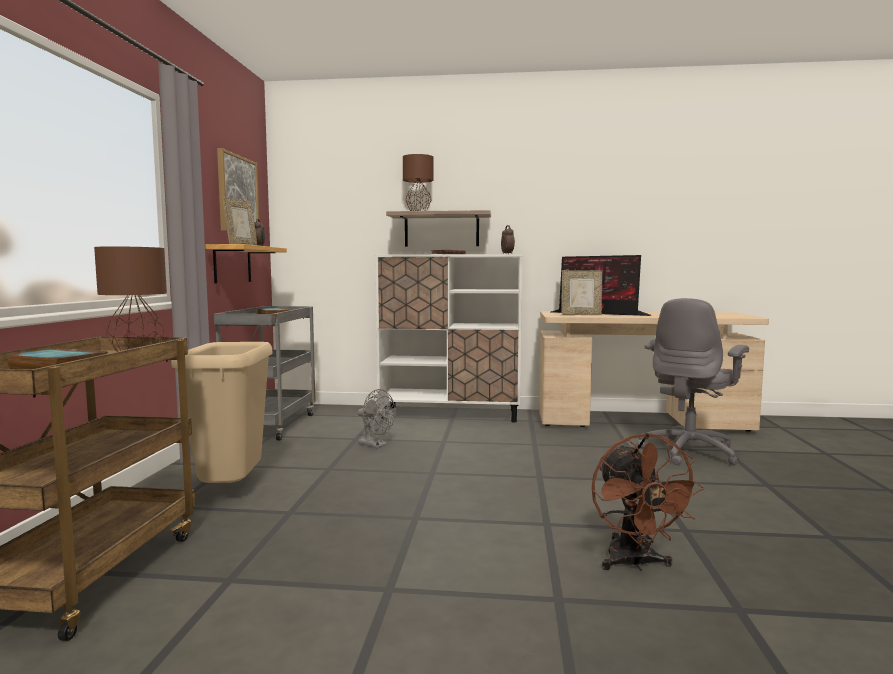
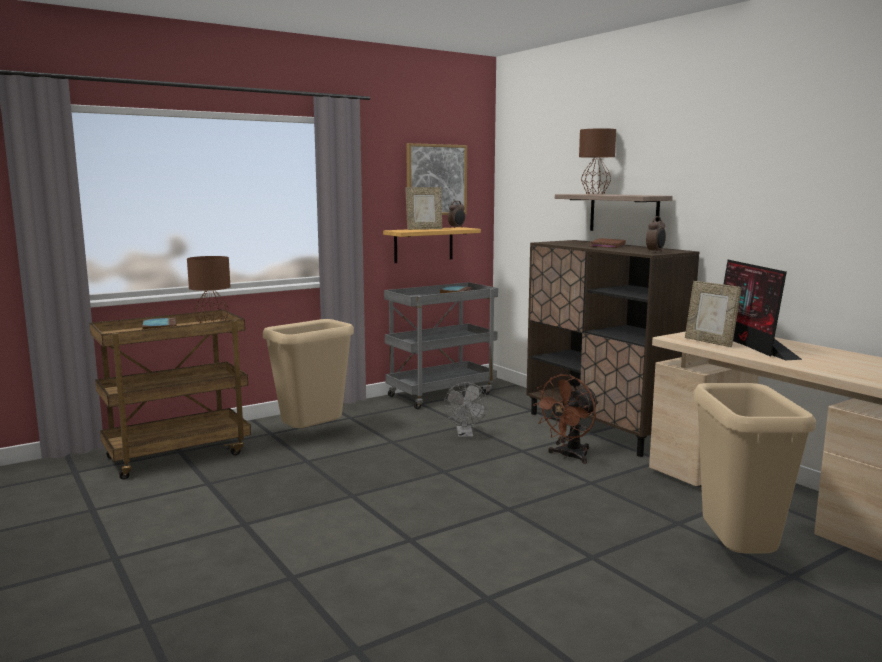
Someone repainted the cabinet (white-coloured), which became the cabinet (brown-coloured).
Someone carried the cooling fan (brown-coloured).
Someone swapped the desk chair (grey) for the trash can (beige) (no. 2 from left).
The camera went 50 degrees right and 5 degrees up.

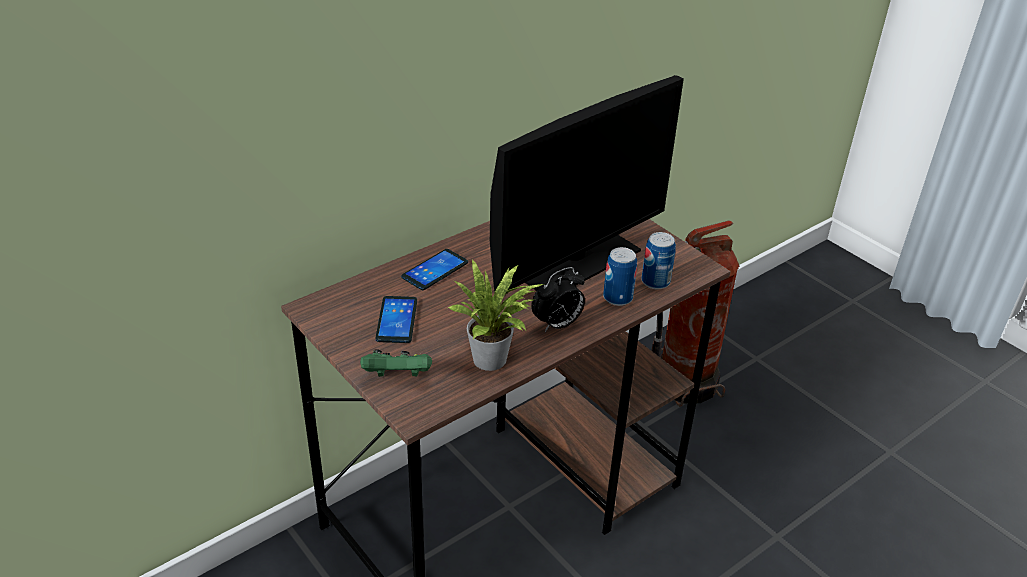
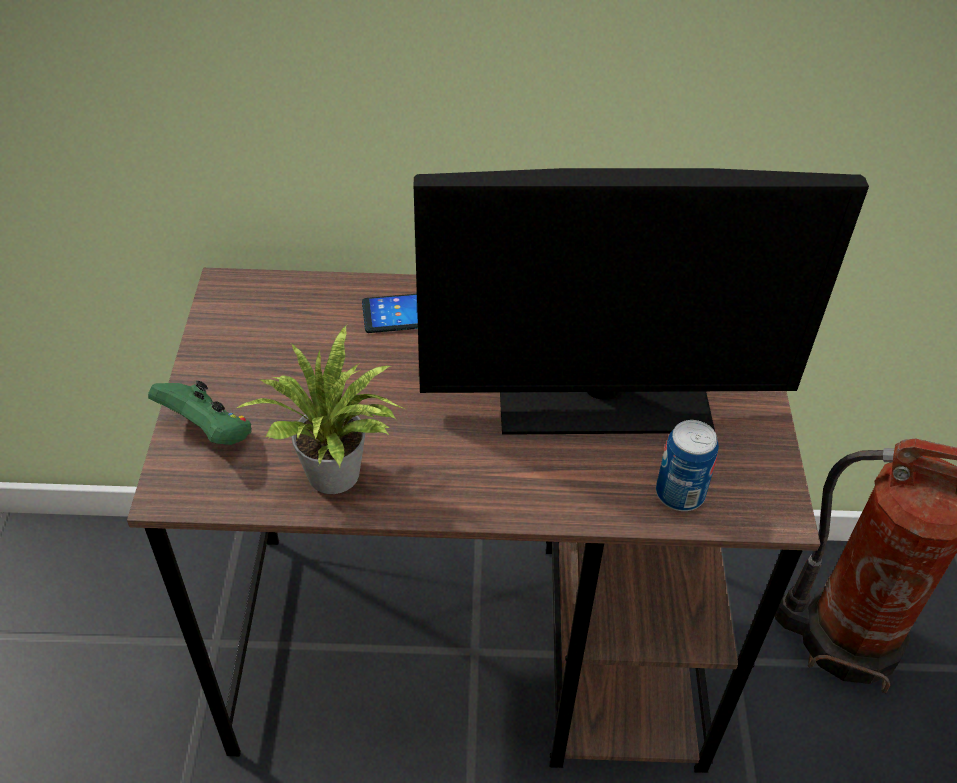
Someone took away the handset (no. 1 from left).
Someone took away the alarm clock.
Someone took away the sealed can (no. 1 from left).
The camera went 40 degrees right and 10 degrees up.

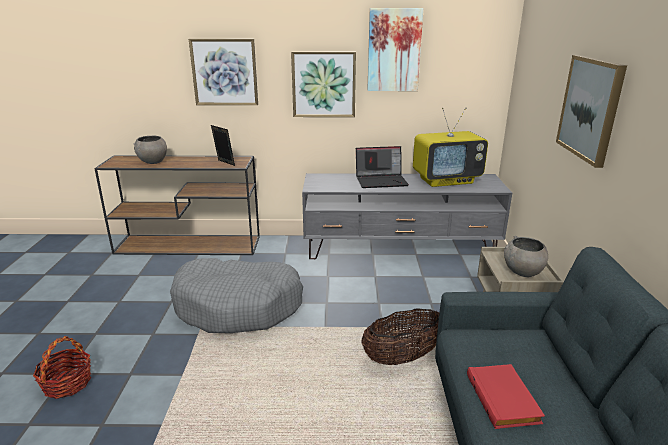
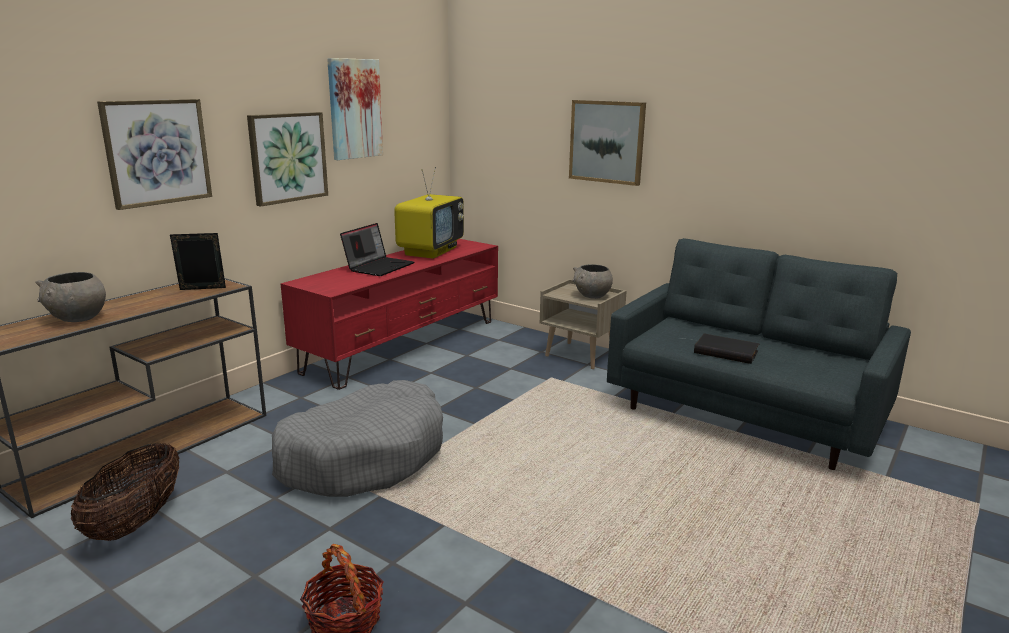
Someone repainted the tv unit (grey), which became the tv unit (reddish).
Someone carried the basket (no. 2 from left in the first image).
Someone repainted the volume (reddish), which became the volume (black-coloured).
The camera went 55 degrees left and 5 degrees down.

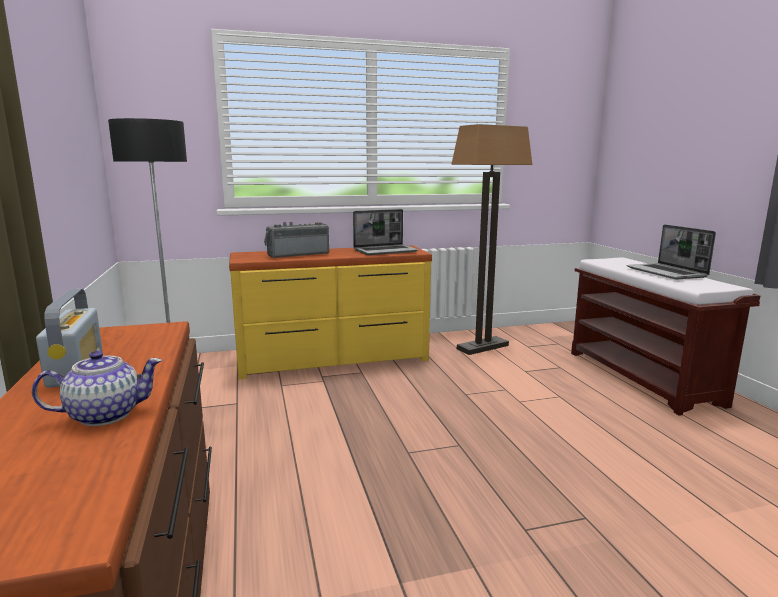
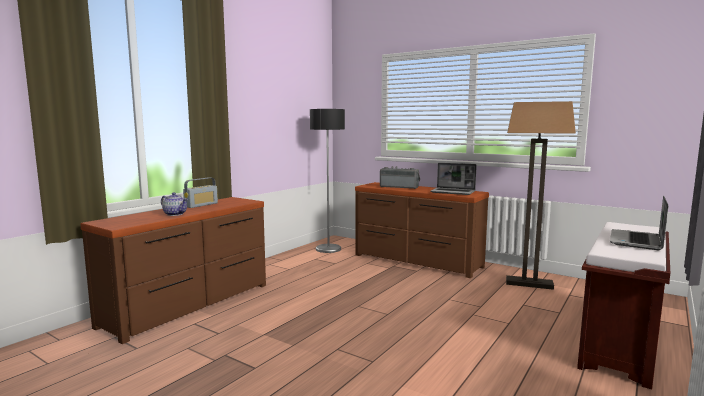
Someone repainted the drawer chest (yellowish), which became the drawer chest (brown-coloured) (no. 2 from left).
The camera went 50 degrees right and 5 degrees down.

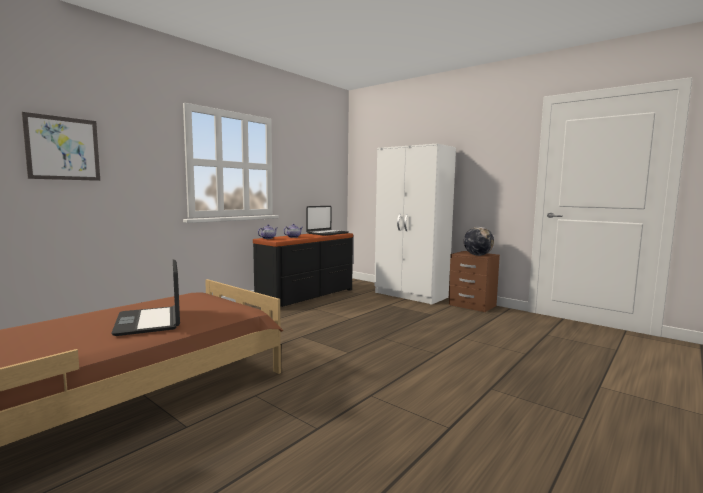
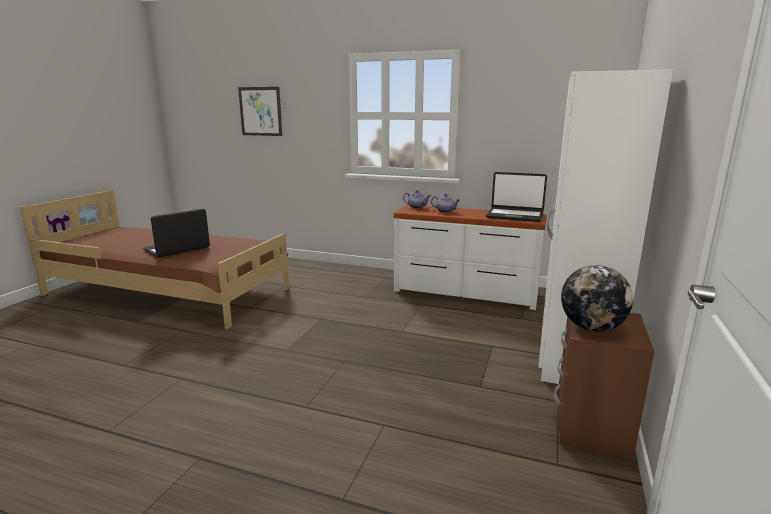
Someone repainted the drawer chest (black-coloured), which became the drawer chest (white-coloured).
The camera went 70 degrees right and 10 degrees up.

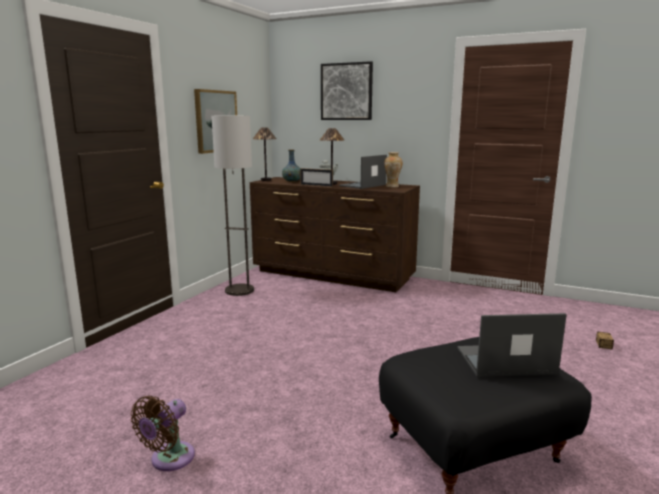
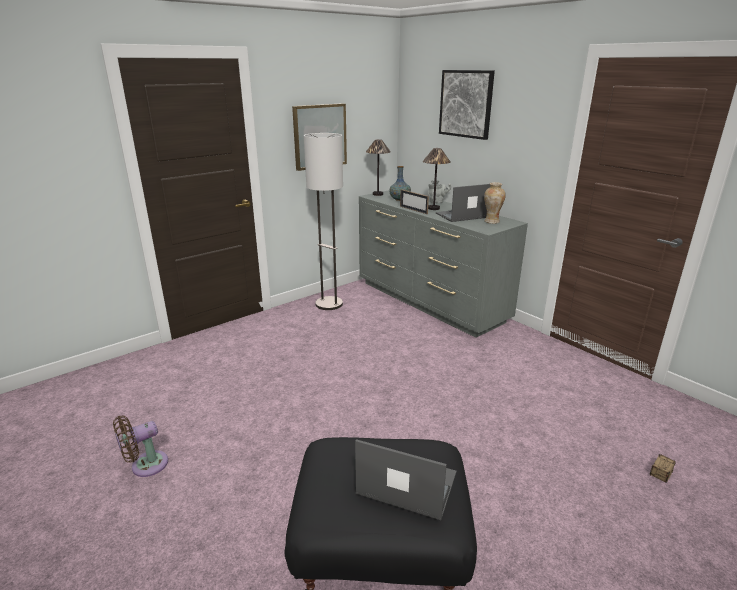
Someone repainted the drawer chest (brown-coloured), which became the drawer chest (grey).
The camera went 25 degrees right and 10 degrees up.

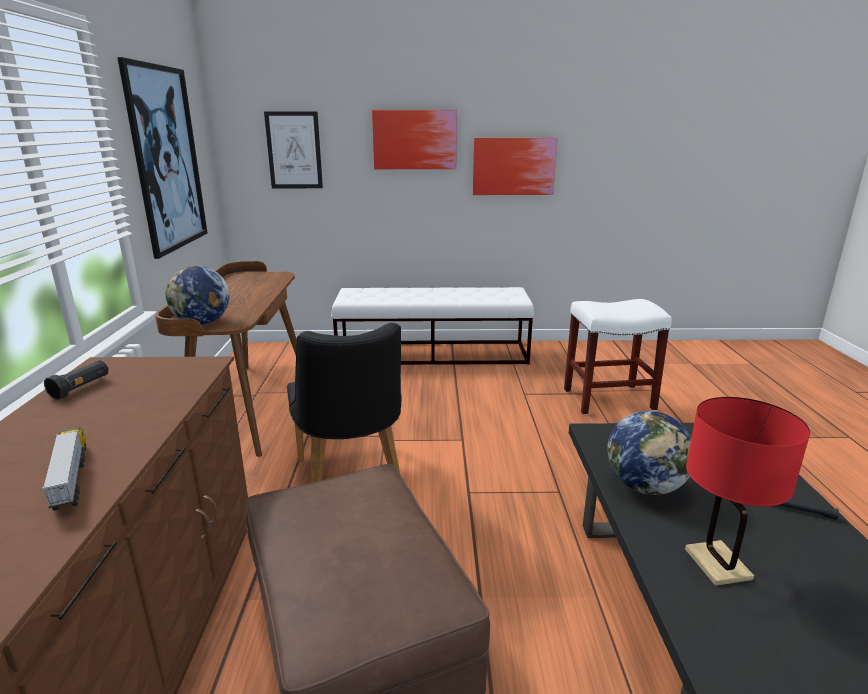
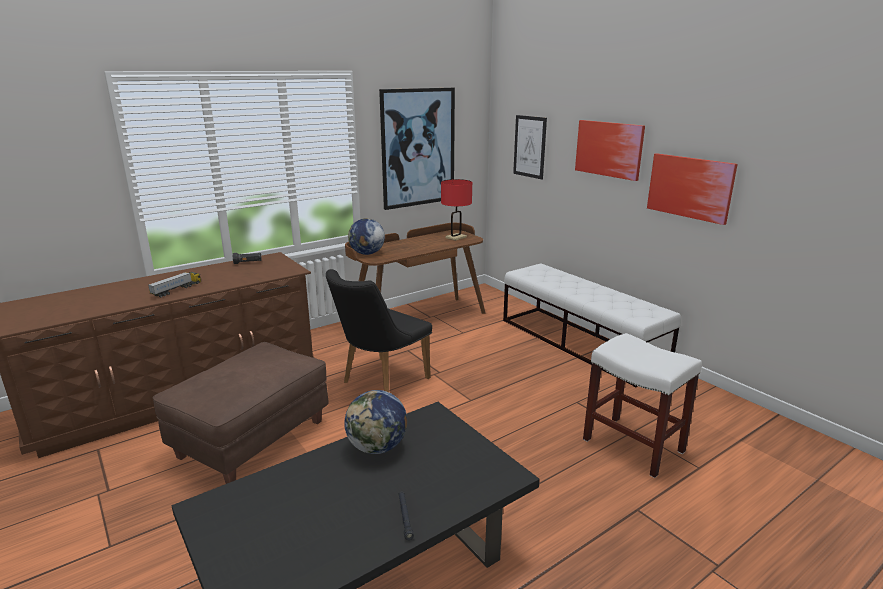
Someone carried the table lamp (reddish).
The camera went 55 degrees right and 0 degrees up.

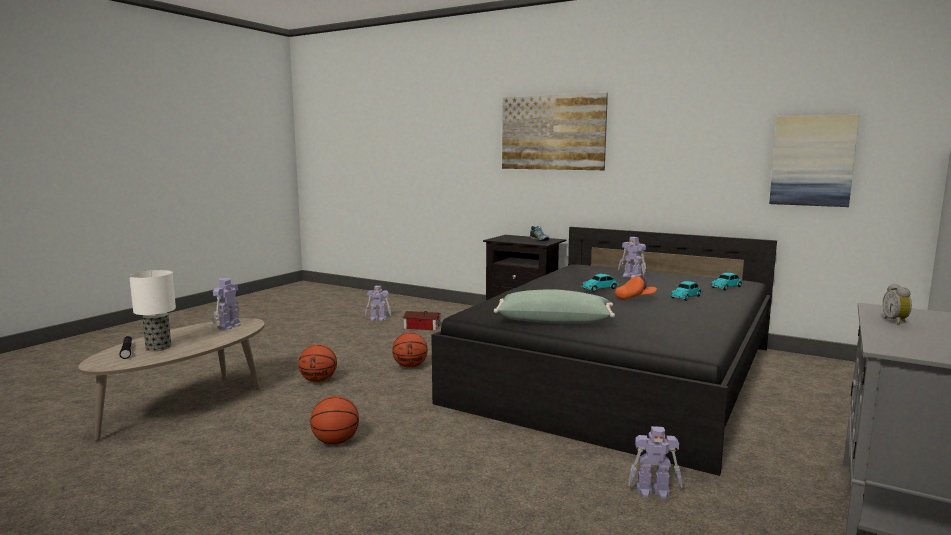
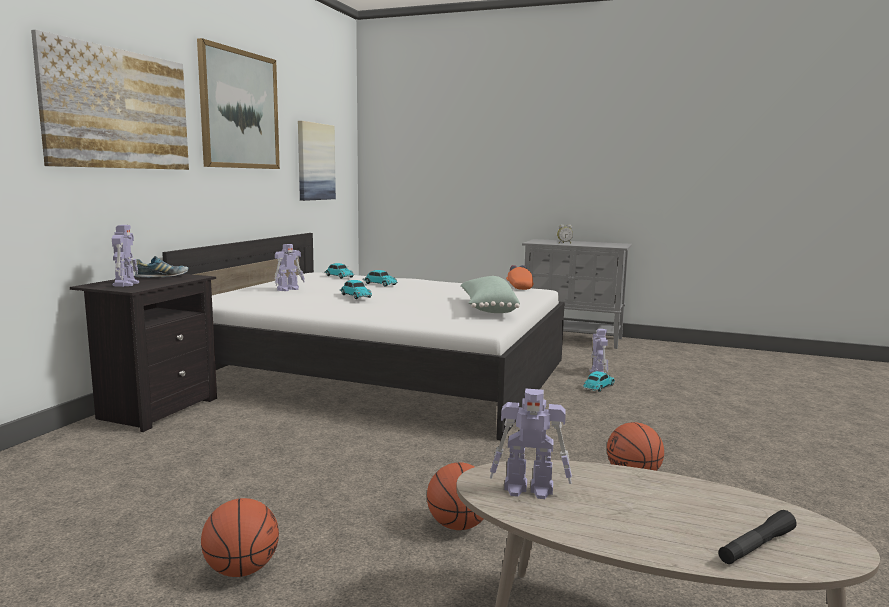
Someone took away the table lamp.
Someone carried the model robot (no. 2 from left in the first image).
Someone carried the basketball (no. 3 from left in the first image).
Someone took away the miniature house.
Someone repainted the sleeping bed (black-coloured), which became the sleeping bed (white-coloured).
Someone carried the cap (orange-coloured).
Someone put up the wall picture (no. 2 from left).
Someone put down the miniature car (no. 4 from left).
The camera went 100 degrees left and 0 degrees up.

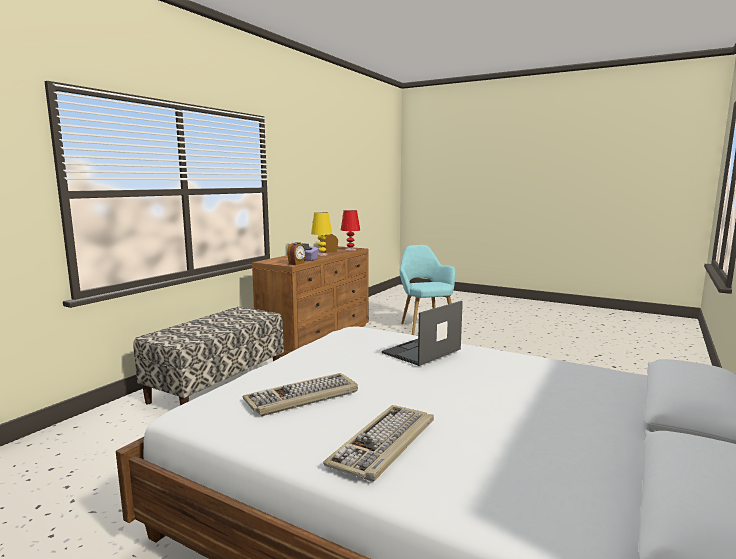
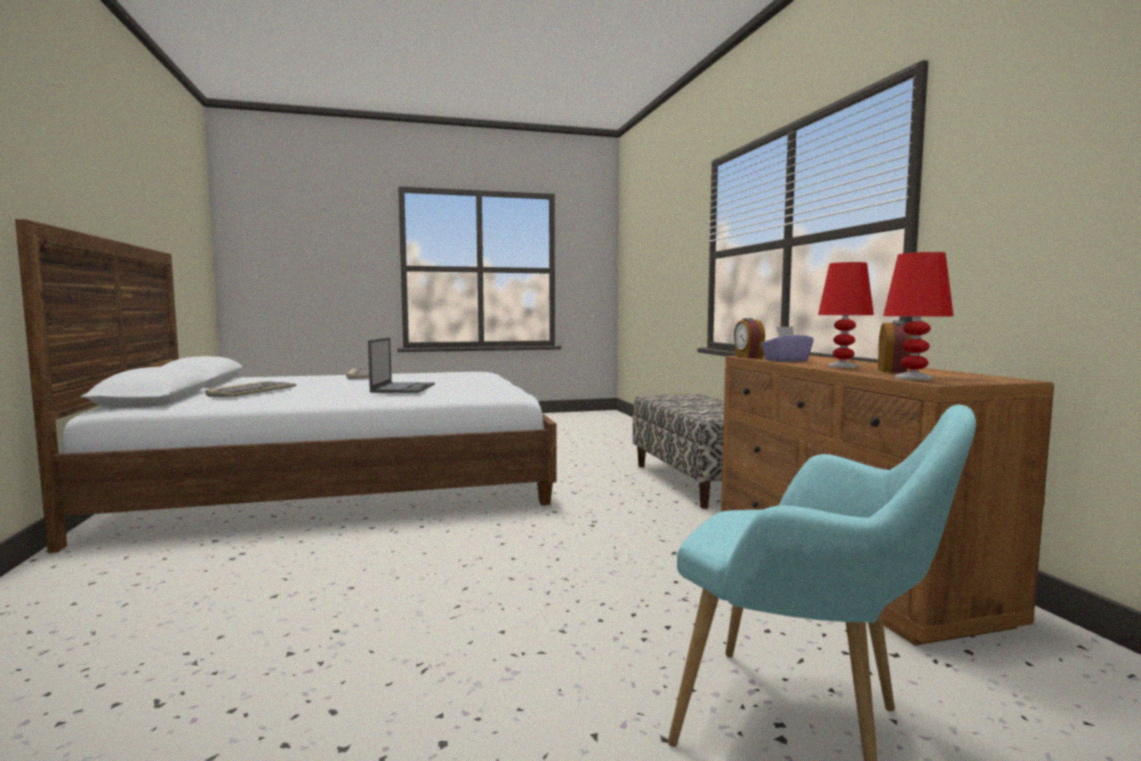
Someone carried the PC keyboard (no. 1 from left).
Someone repainted the table lamp (yellowish), which became the table lamp (reddish) (no. 1 from left).
The camera went 135 degrees right and 5 degrees down.

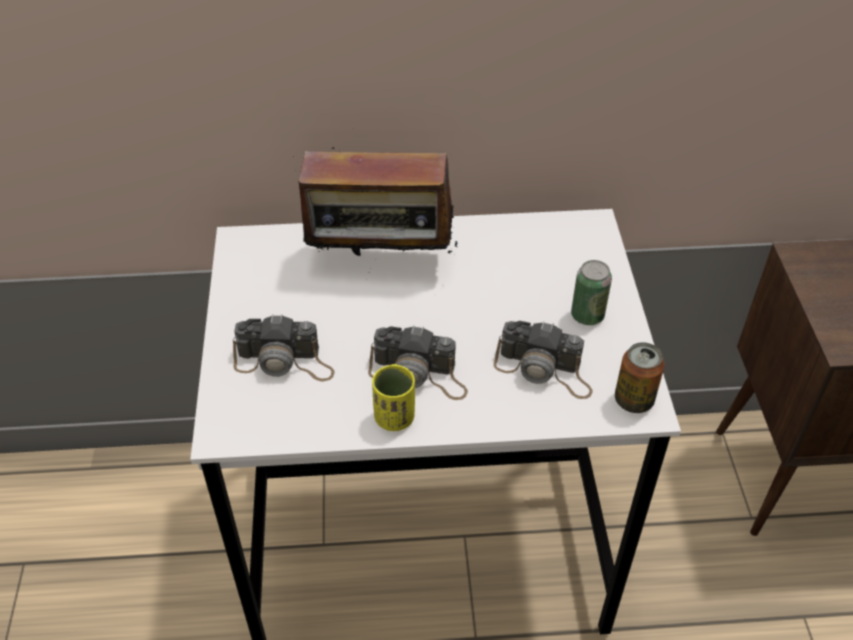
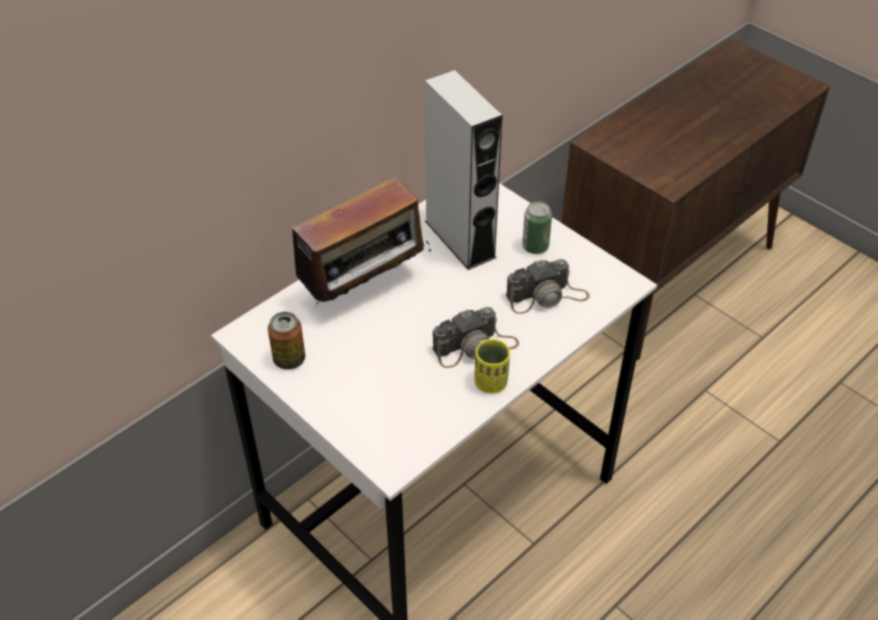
Someone took away the photo camera (no. 1 from left).
Someone carried the sealed can (no. 2 from left in the first image).
Someone put down the audio speaker (grey).
The camera went 40 degrees left and 0 degrees up.

